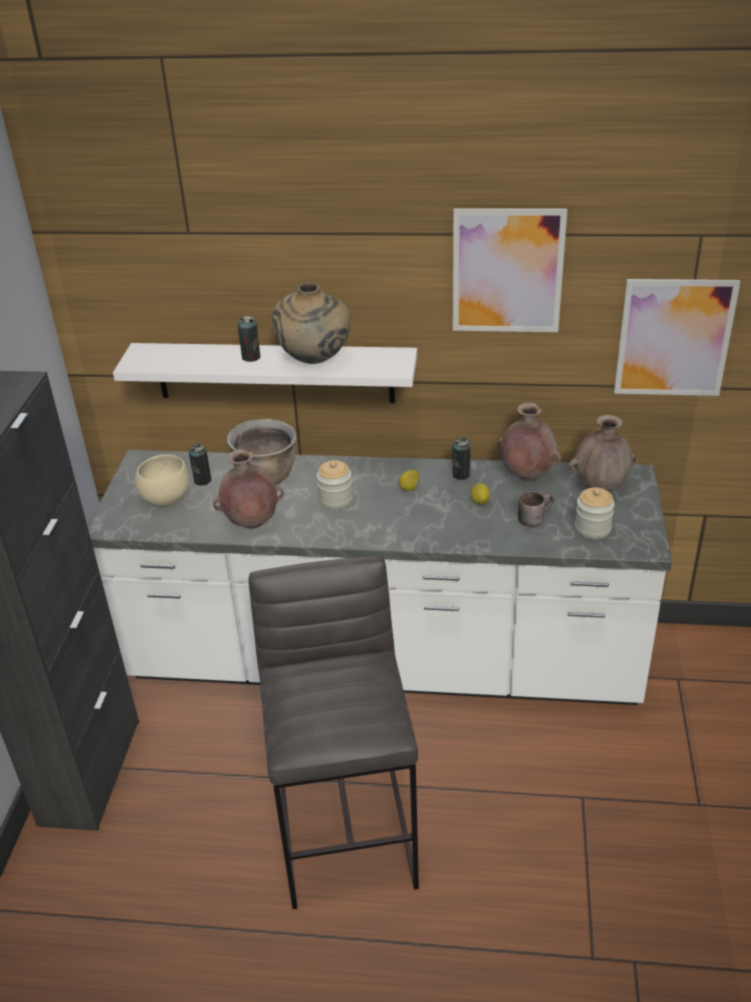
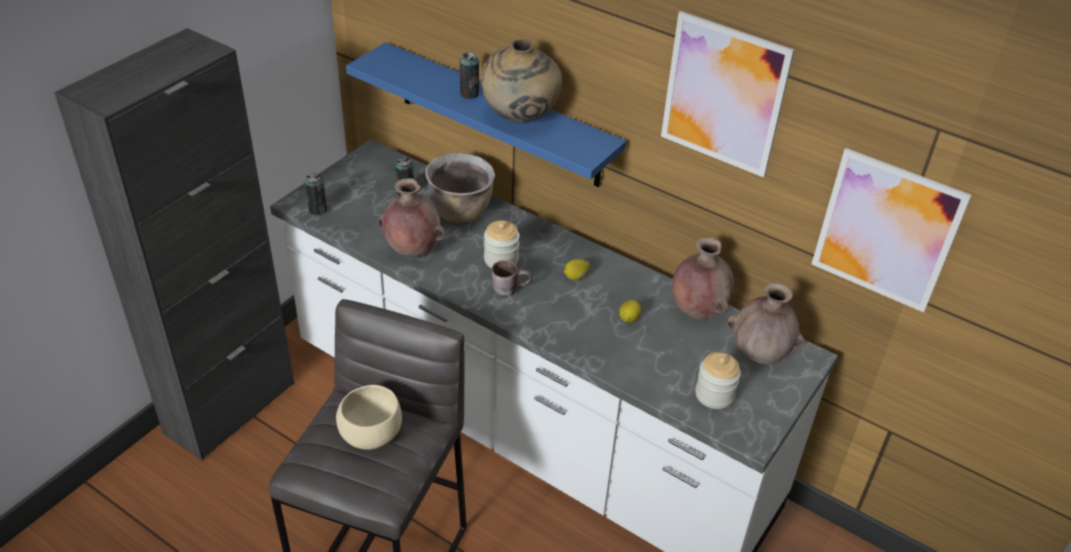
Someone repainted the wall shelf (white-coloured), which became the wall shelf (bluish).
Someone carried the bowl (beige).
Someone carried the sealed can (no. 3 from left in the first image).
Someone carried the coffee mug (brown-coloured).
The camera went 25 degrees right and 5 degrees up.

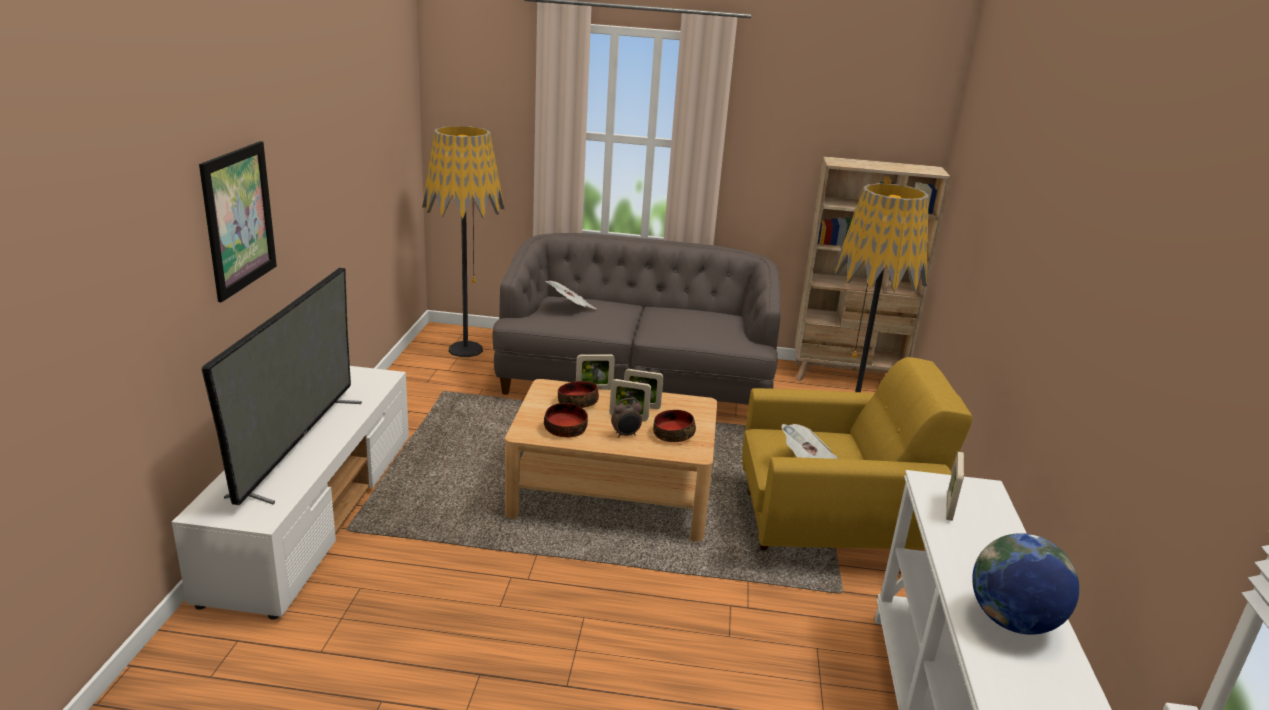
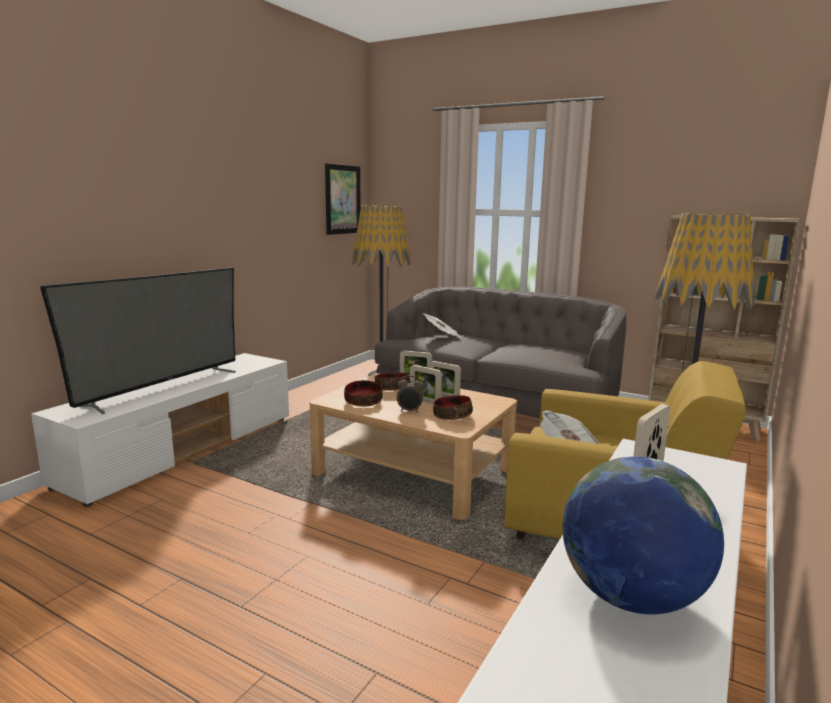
Someone carried the wall picture.
The camera went 25 degrees right and 10 degrees down.

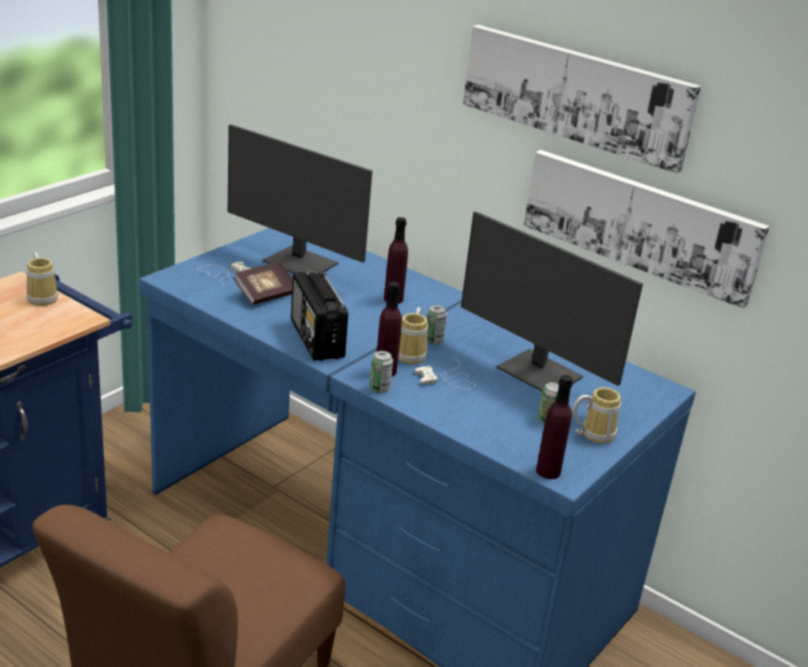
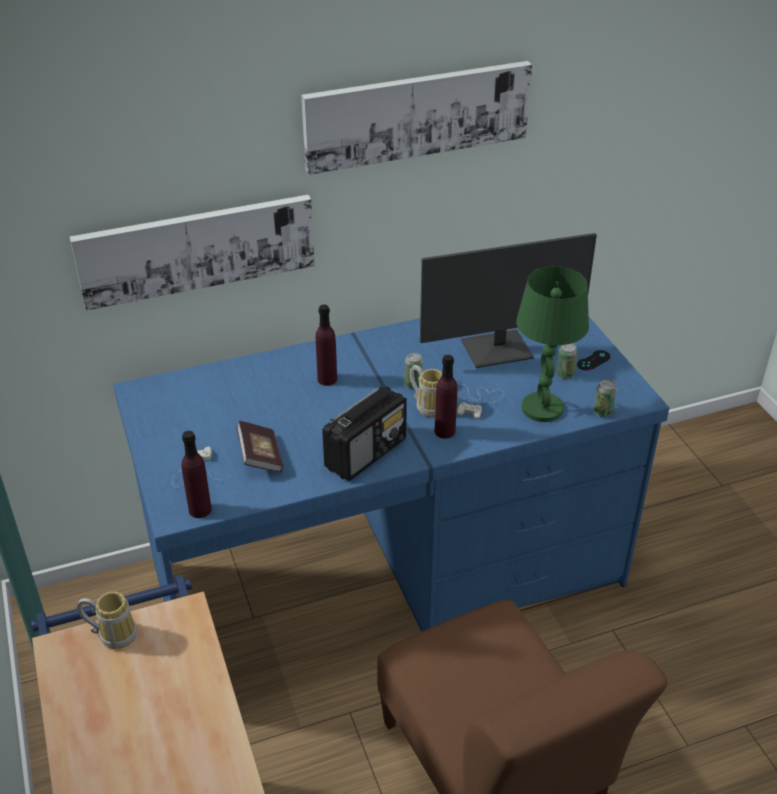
Someone took away the computer display (no. 1 from left).
Someone rotated the radio set by 60 degrees counterclockwise.
Someone carried the sealed can (no. 1 from left in the first image).
Someone carried the wall picture (no. 2 from left in the first image).
Someone carried the bottle (purplish) (no. 3 from left in the first image).
Someone swapped the coffee mug (no. 3 from left) for the gamepad (black-coloured).
Someone put down the table lamp (green-coloured).
The camera went 55 degrees left and 10 degrees up.

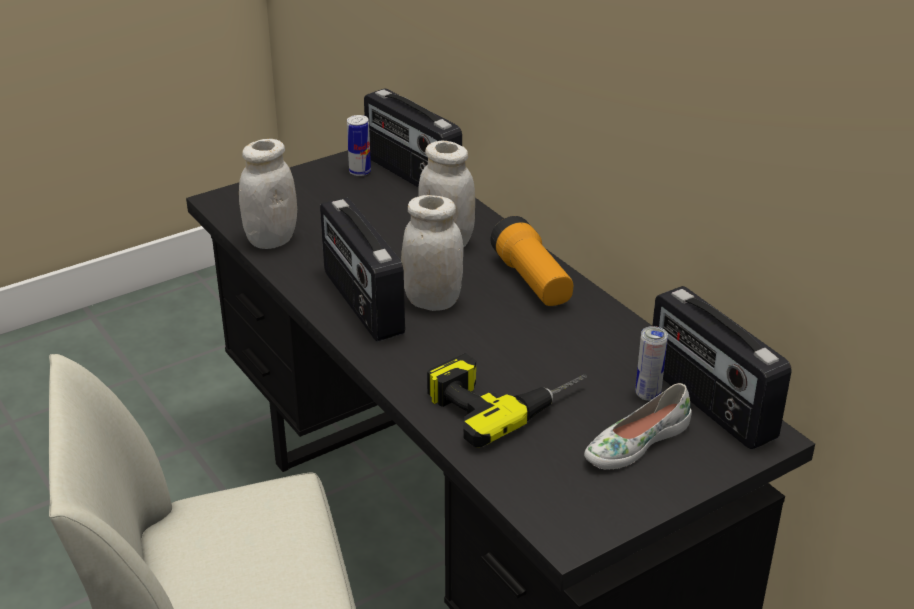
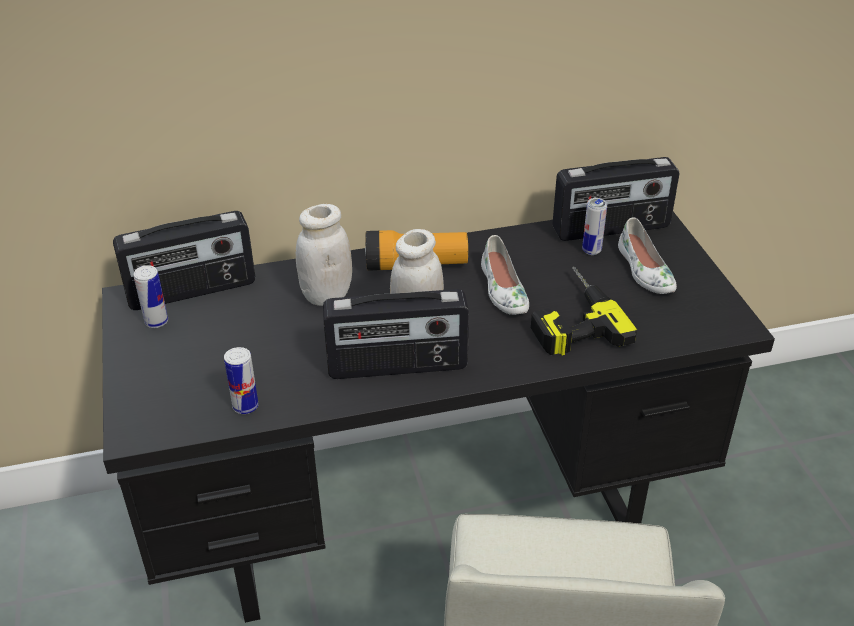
Someone swapped the jar (white-coloured) (no. 1 from left) for the sealed can (no. 2 from left).
Someone put down the item of footwear (white-coloured) (no. 1 from left).
The camera went 70 degrees left and 5 degrees up.

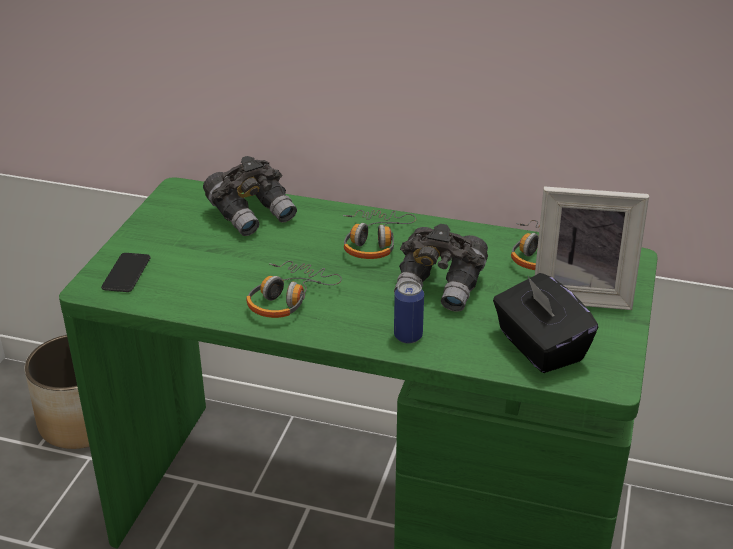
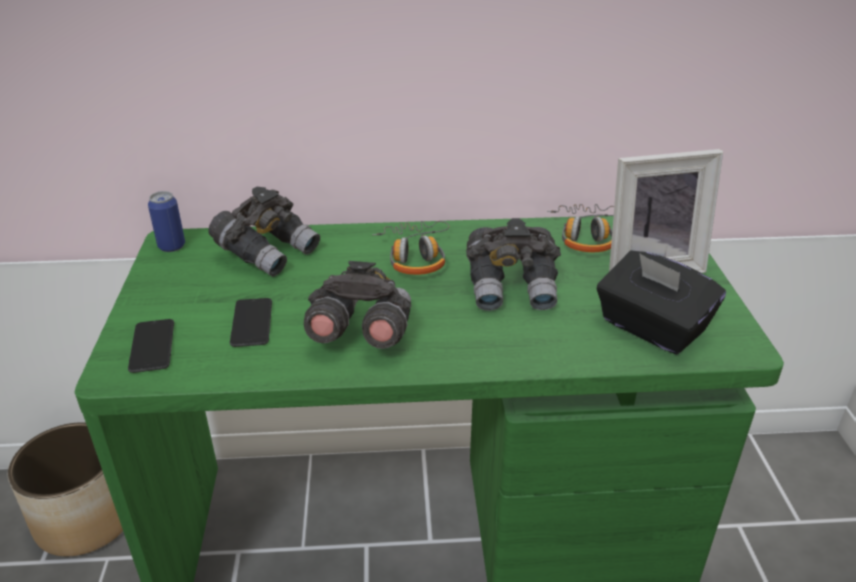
Someone swapped the headphones (no. 1 from left) for the binoculars (grey) (no. 2 from left).
Someone carried the sealed can.
Someone put down the handset (no. 2 from left).
The camera went 20 degrees left and 0 degrees up.

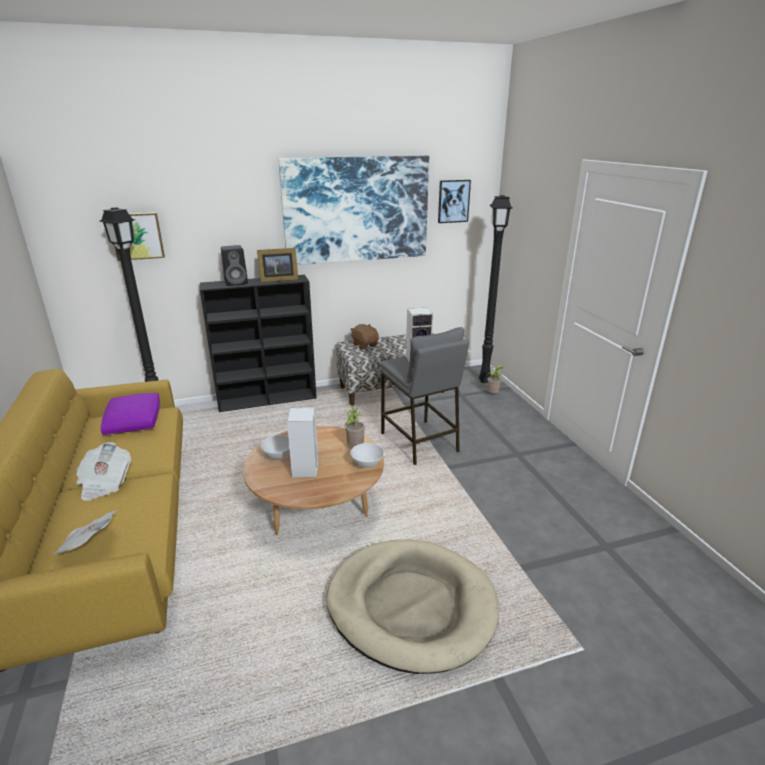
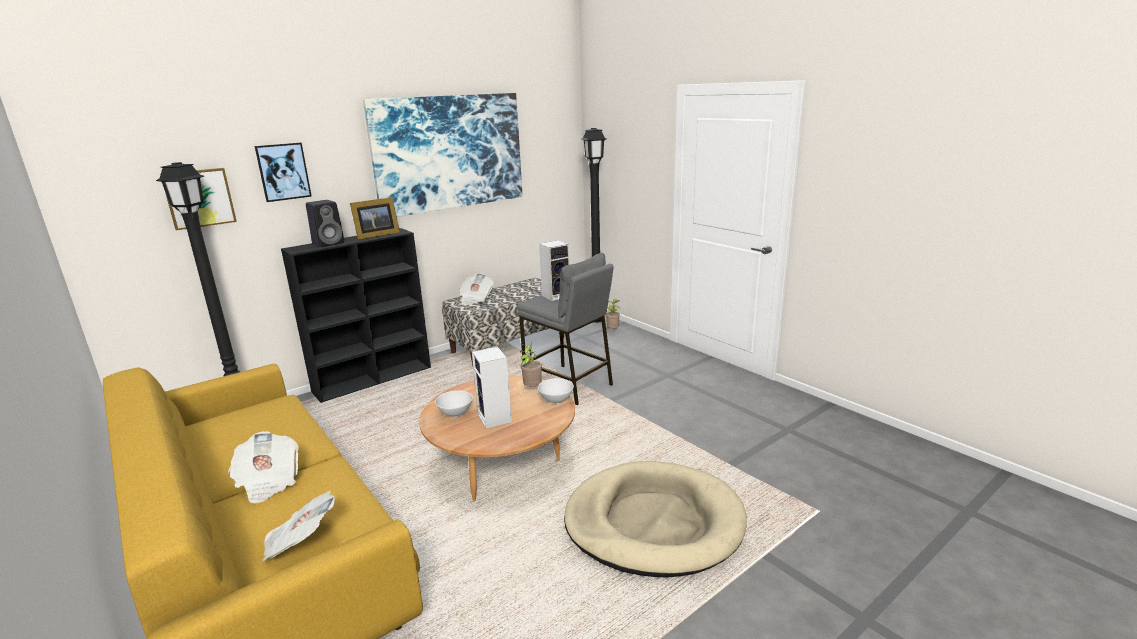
Someone took away the throw pillow (purplish).
Someone swapped the cuddly toy (brown-coloured) for the newspaper (no. 3 from left).
Someone carried the wall picture (no. 3 from left in the first image).
The camera went 20 degrees left and 5 degrees down.

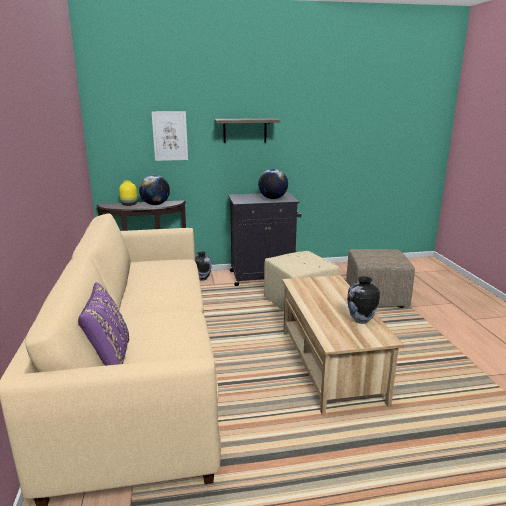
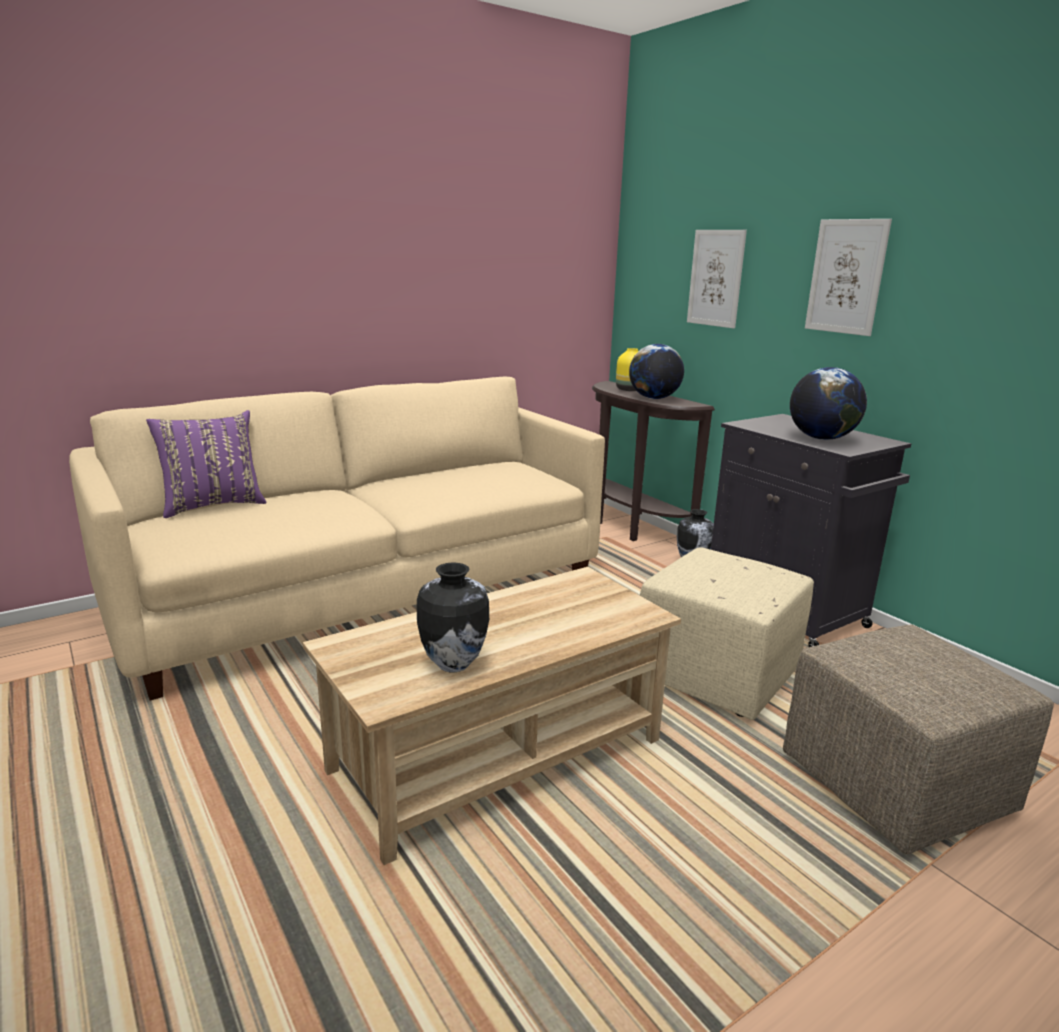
Someone swapped the wall shelf for the wall picture (no. 2 from left).
The camera went 65 degrees right and 0 degrees up.

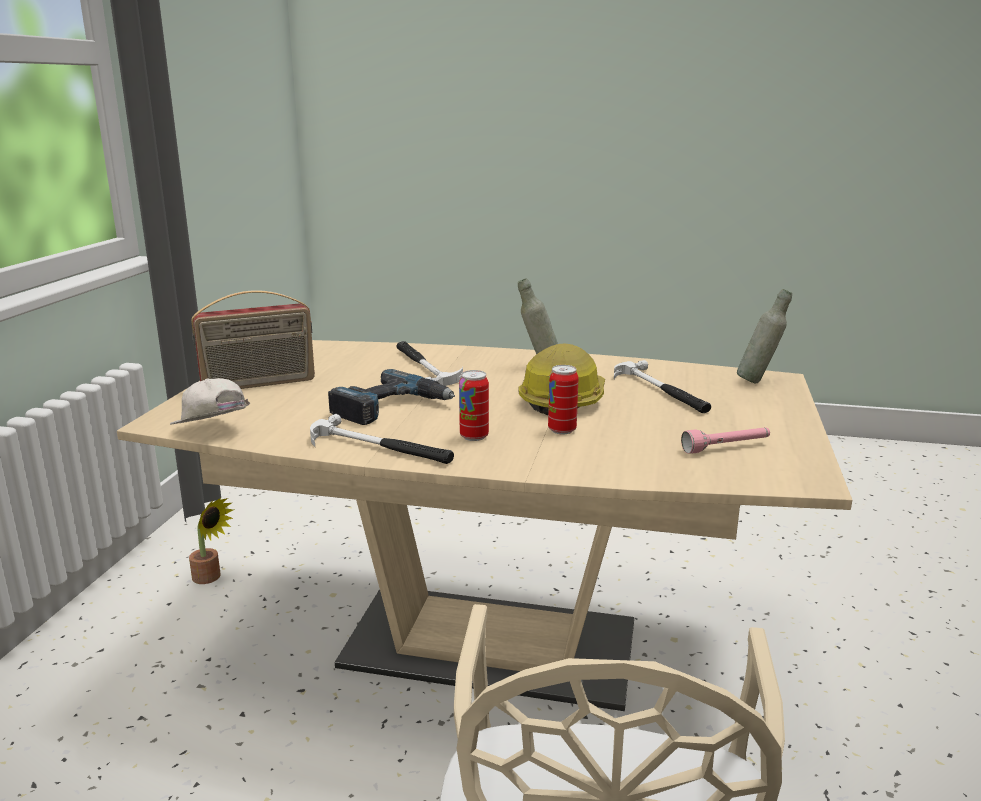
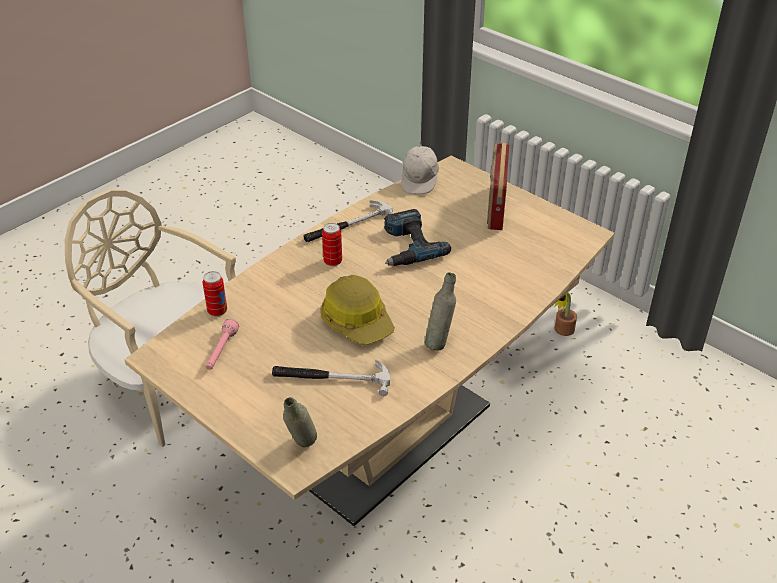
Someone rotated the cap (white-coloured) by 120 degrees clockwise.
Someone took away the hand hammer (no. 2 from left).
Someone carried the sealed can (no. 2 from left in the first image).
The camera went 120 degrees right and 20 degrees up.

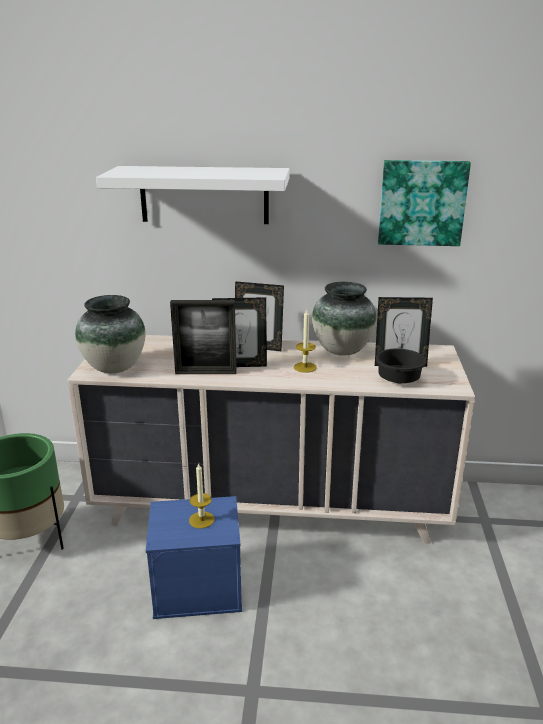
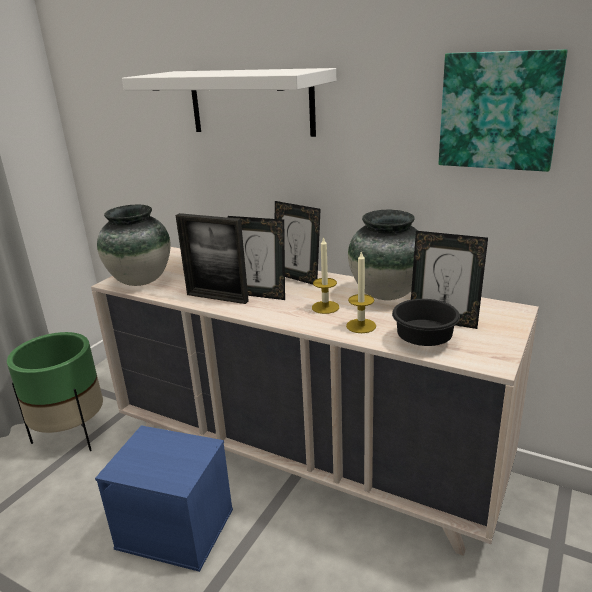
Someone carried the candle (no. 1 from left in the first image).
The camera went 25 degrees right and 0 degrees up.

